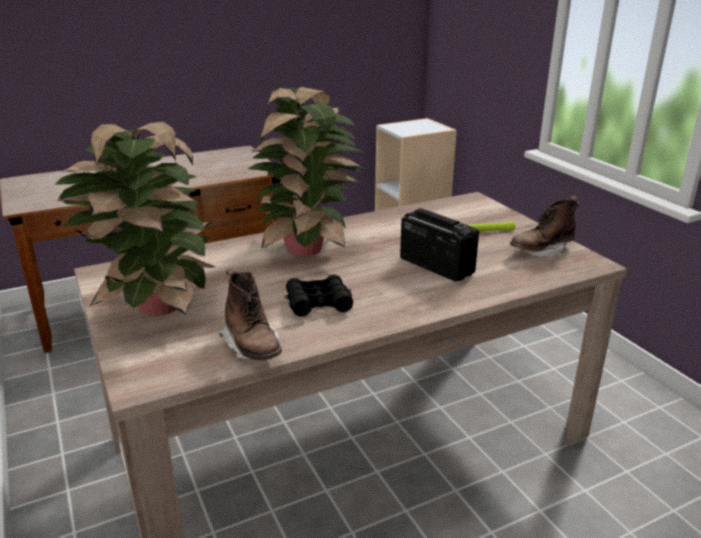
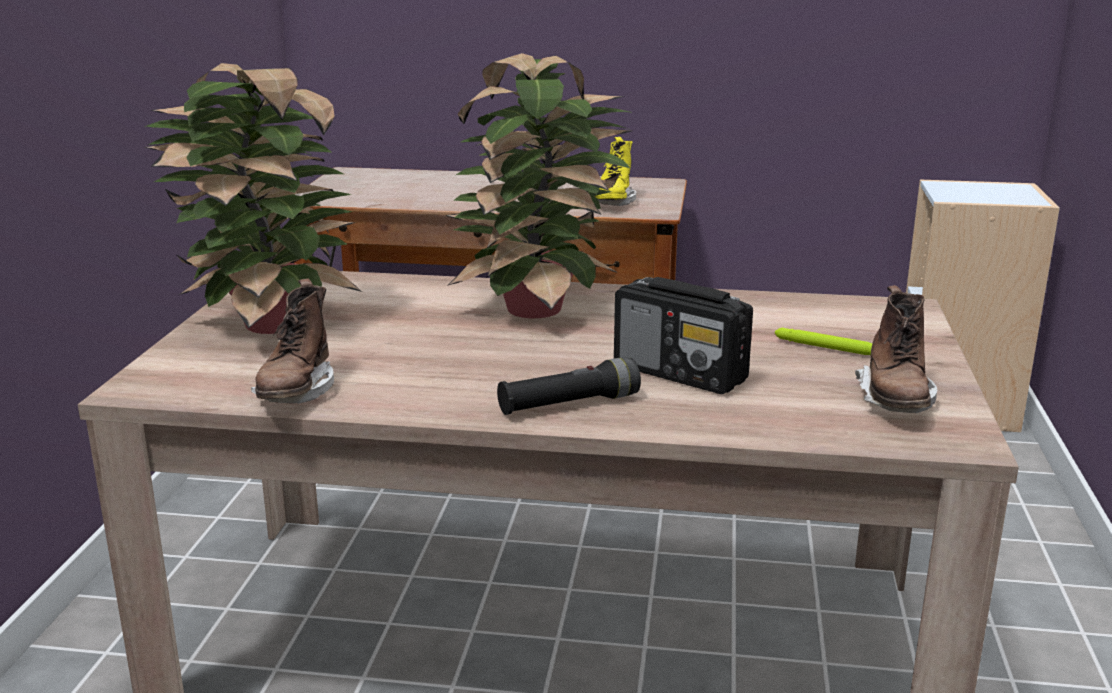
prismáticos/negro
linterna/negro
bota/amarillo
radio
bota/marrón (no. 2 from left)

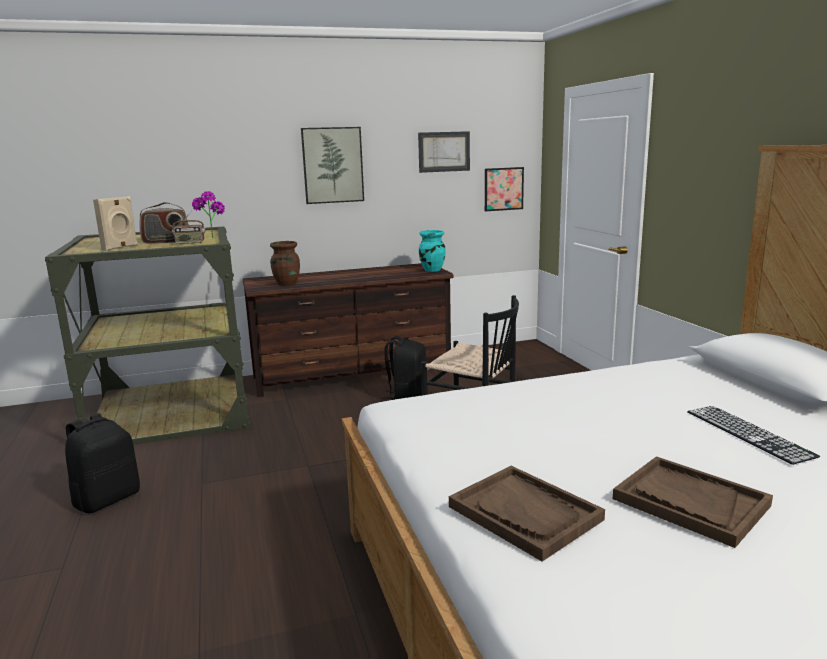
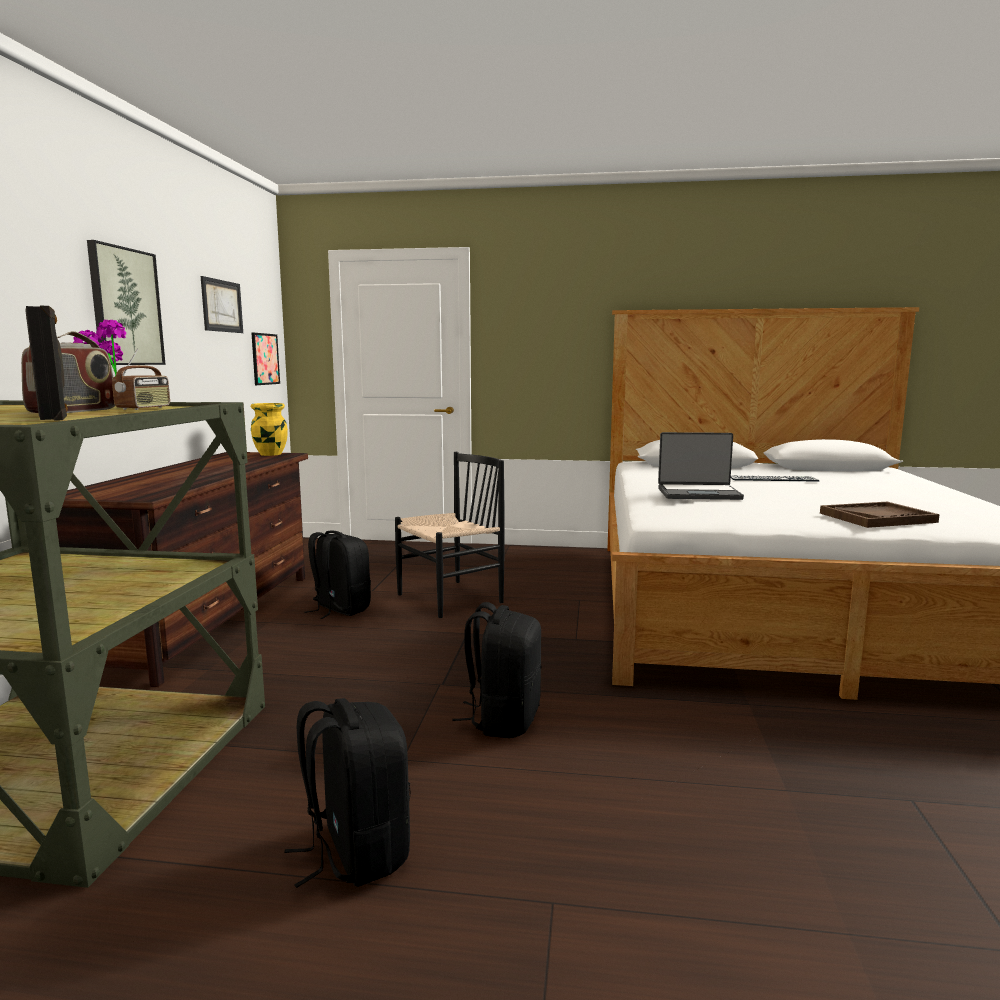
florero/marrón
bandeja/marrón (no. 2 from left in the first image)
mochila/negro (no. 3 from left)
portátil
altavoz/negro
florero/amarillo

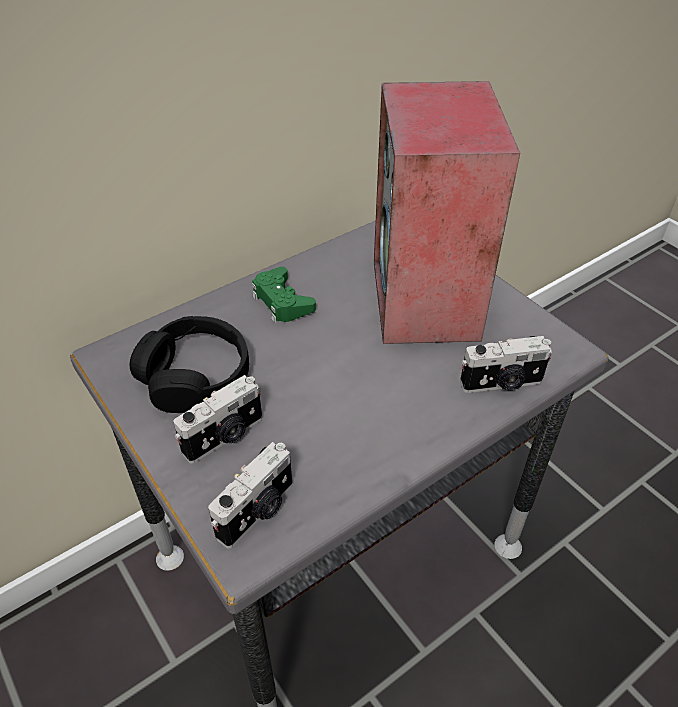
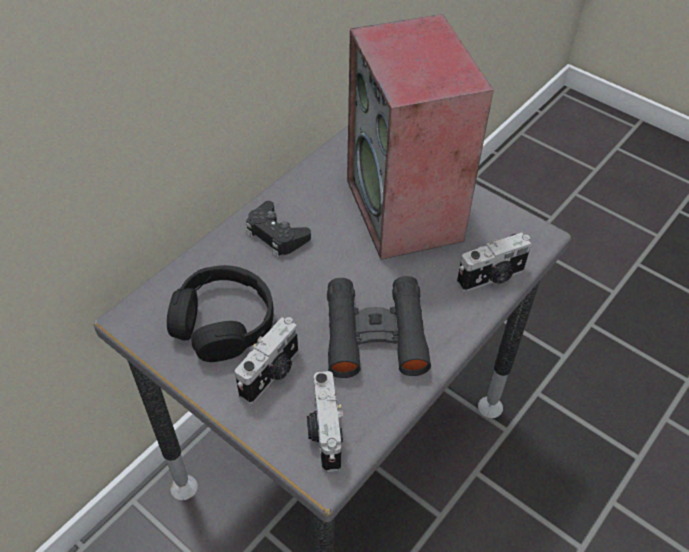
prismáticos/negro
mando de consola/negro
cámara (no. 2 from left)

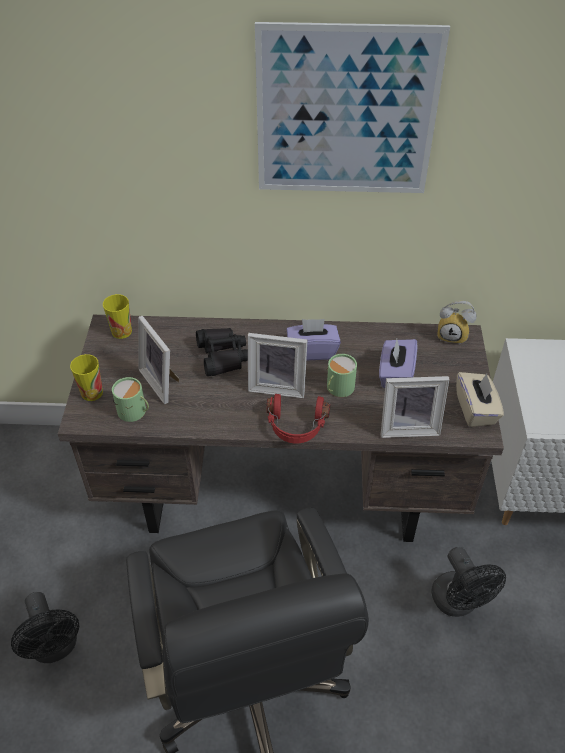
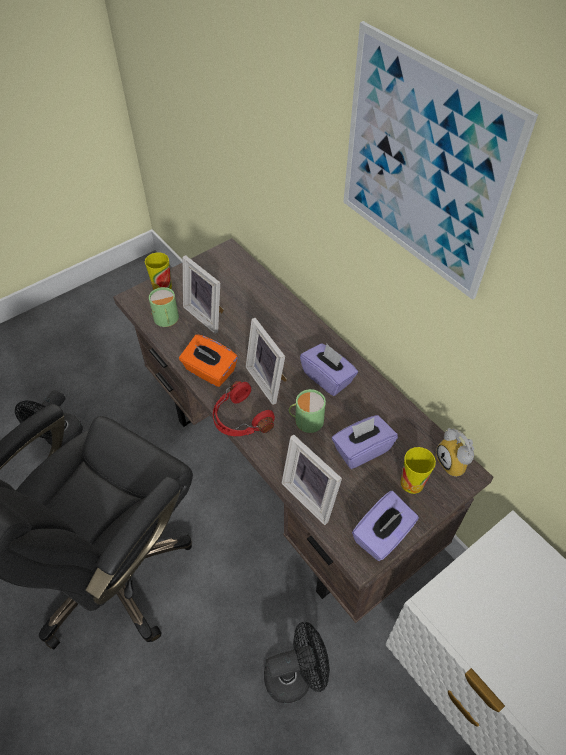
prismáticos/negro
caja de pañuelos/naranja
taza (no. 2 from left)
caja de pañuelos/morado (no. 3 from left)
portarretratos (no. 1 from left)
ventilador/negro (no. 2 from left)

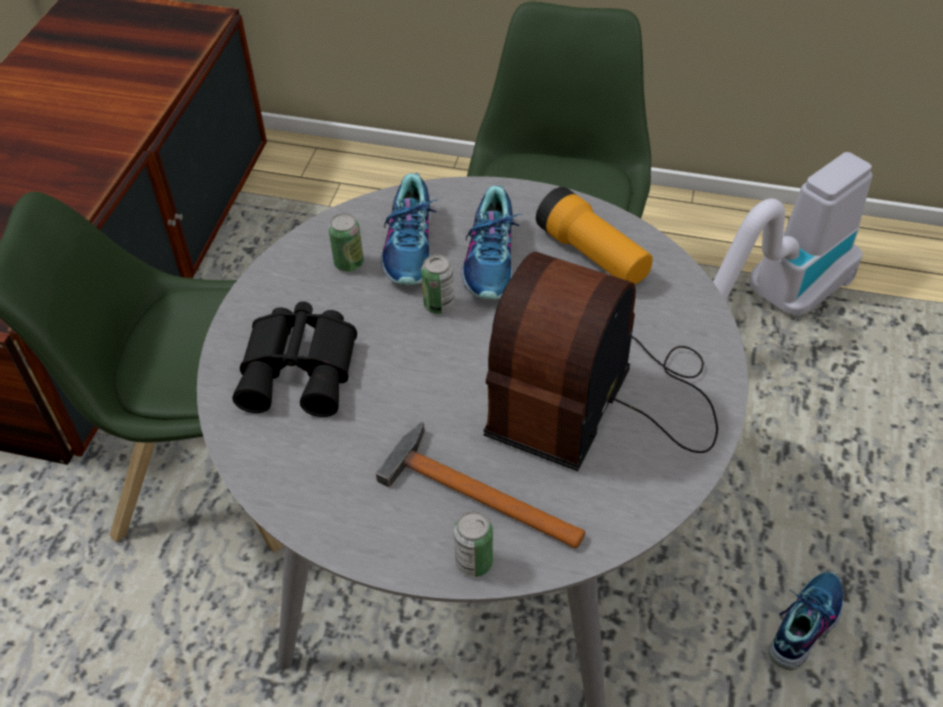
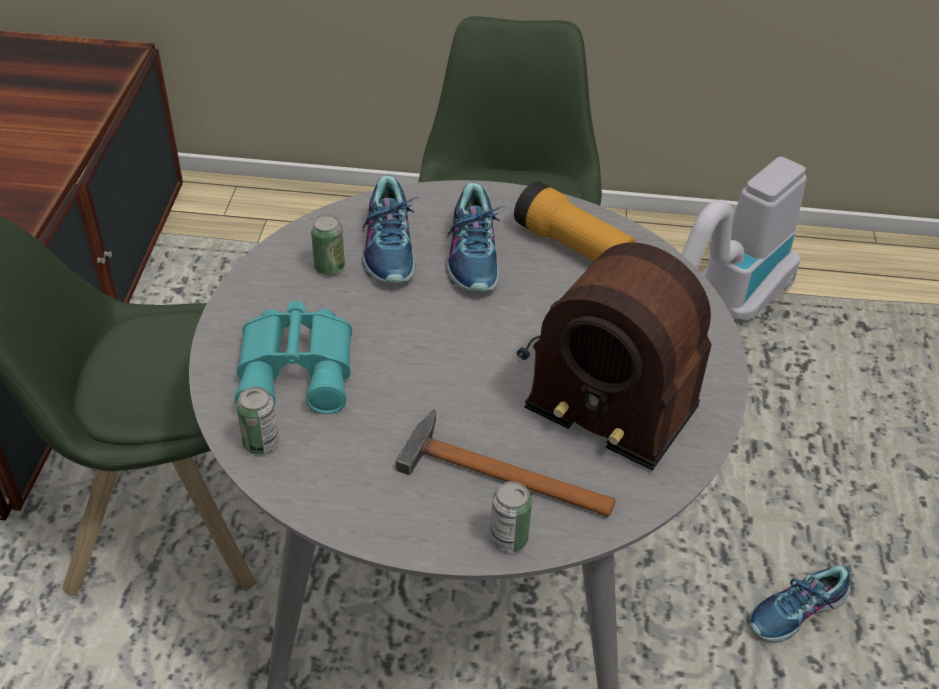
lata (no. 1 from left)
prismáticos/turquesa
radio
zapato (no. 3 from left)

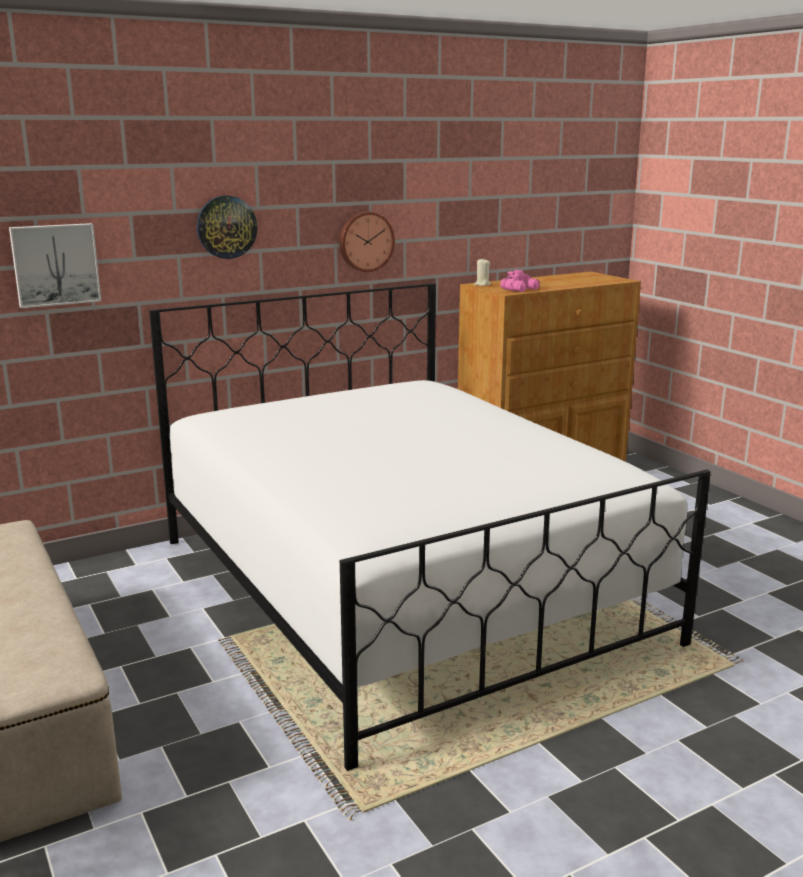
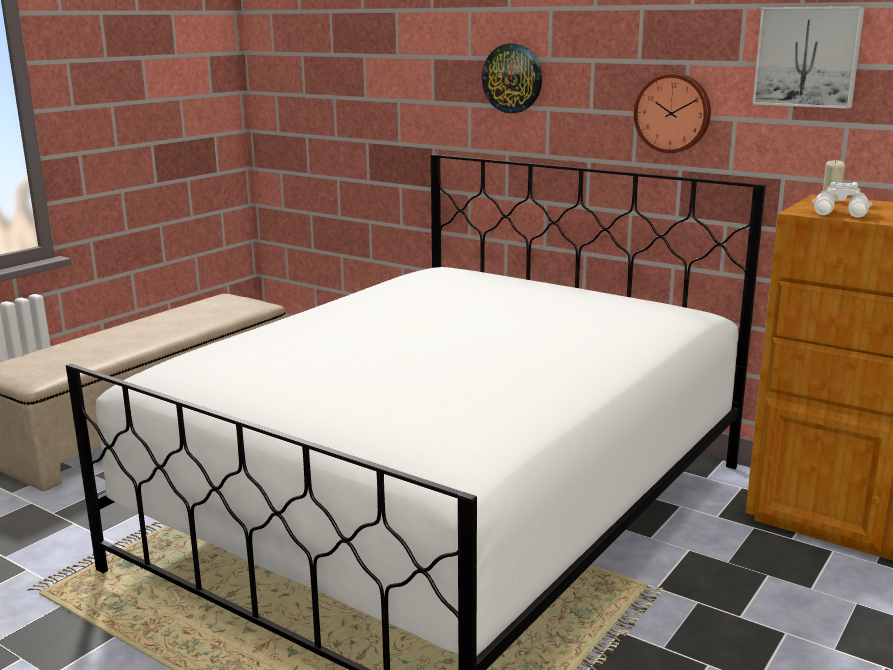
cuadro
prismáticos/blanco

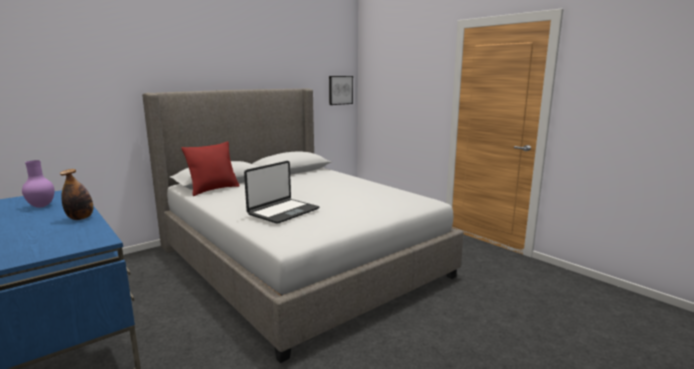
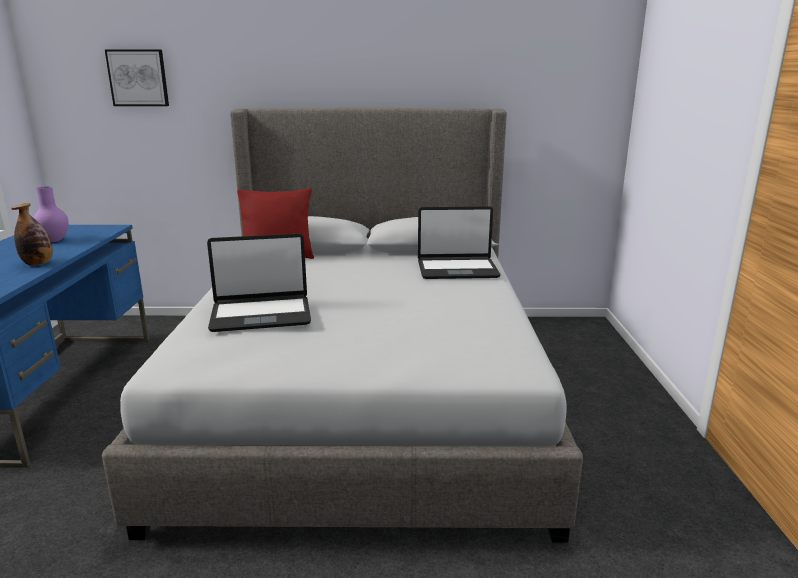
portátil (no. 2 from left)
cuadro

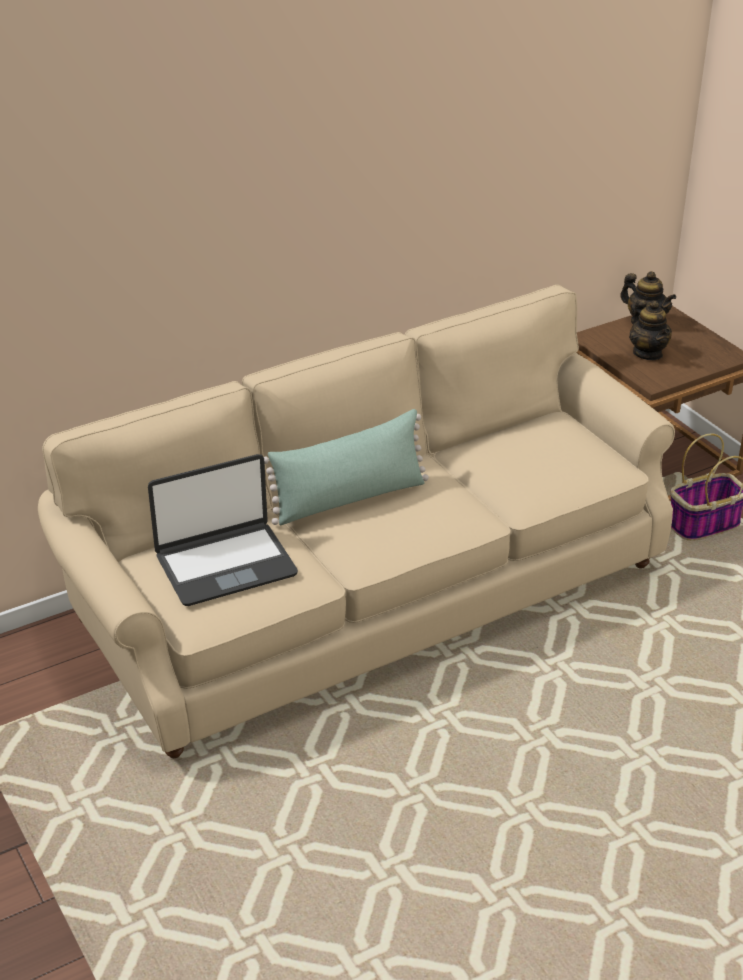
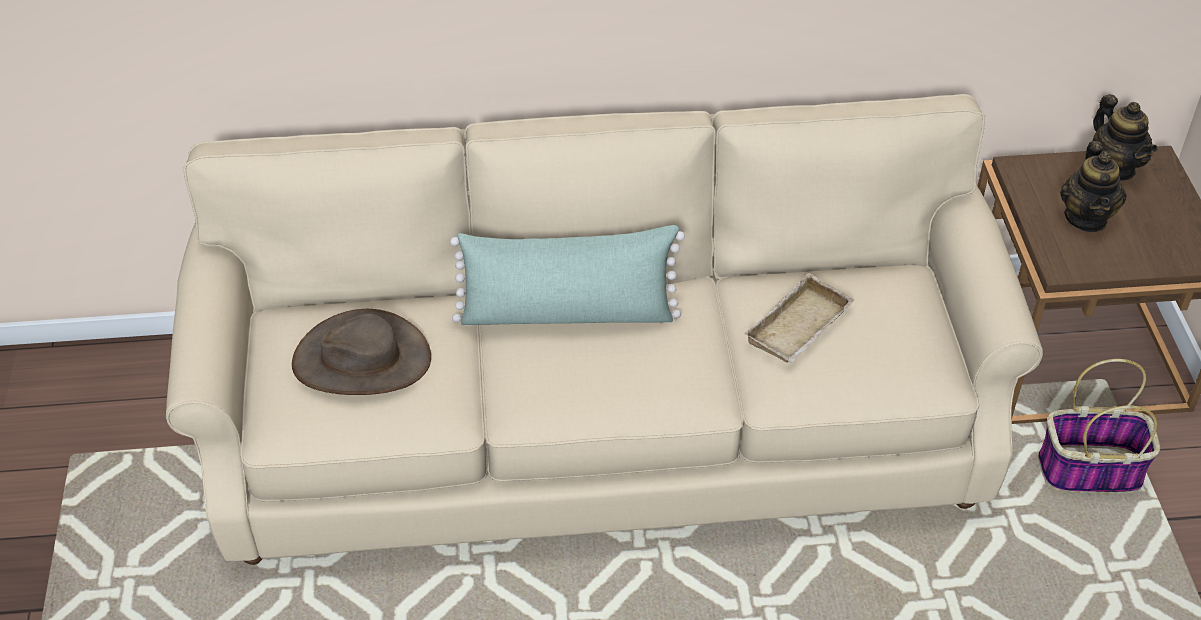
bandeja/beis
sombrero/marrón

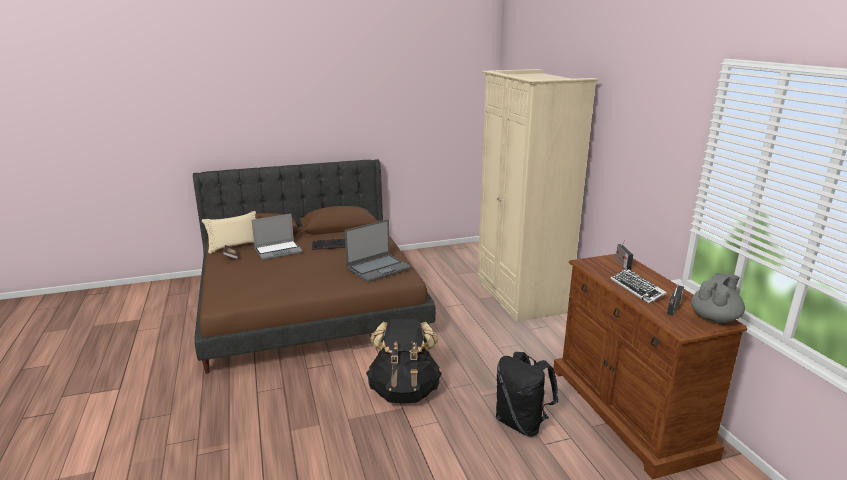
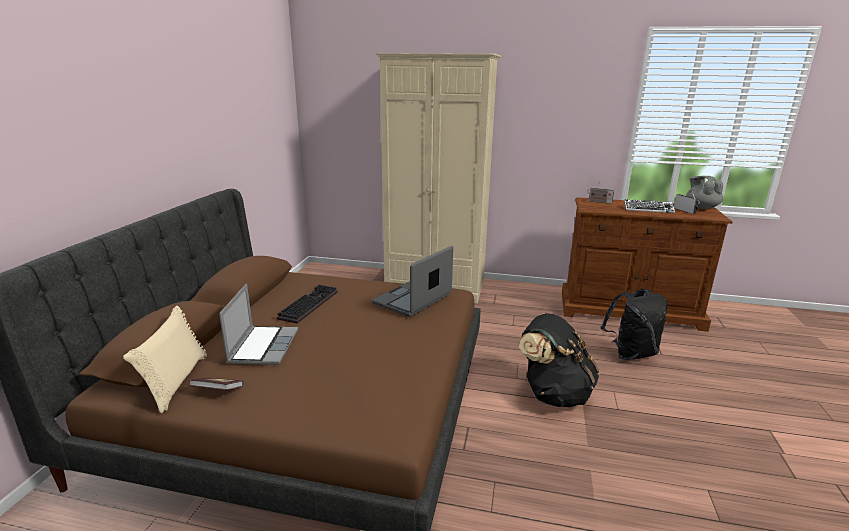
portátil (no. 2 from left)

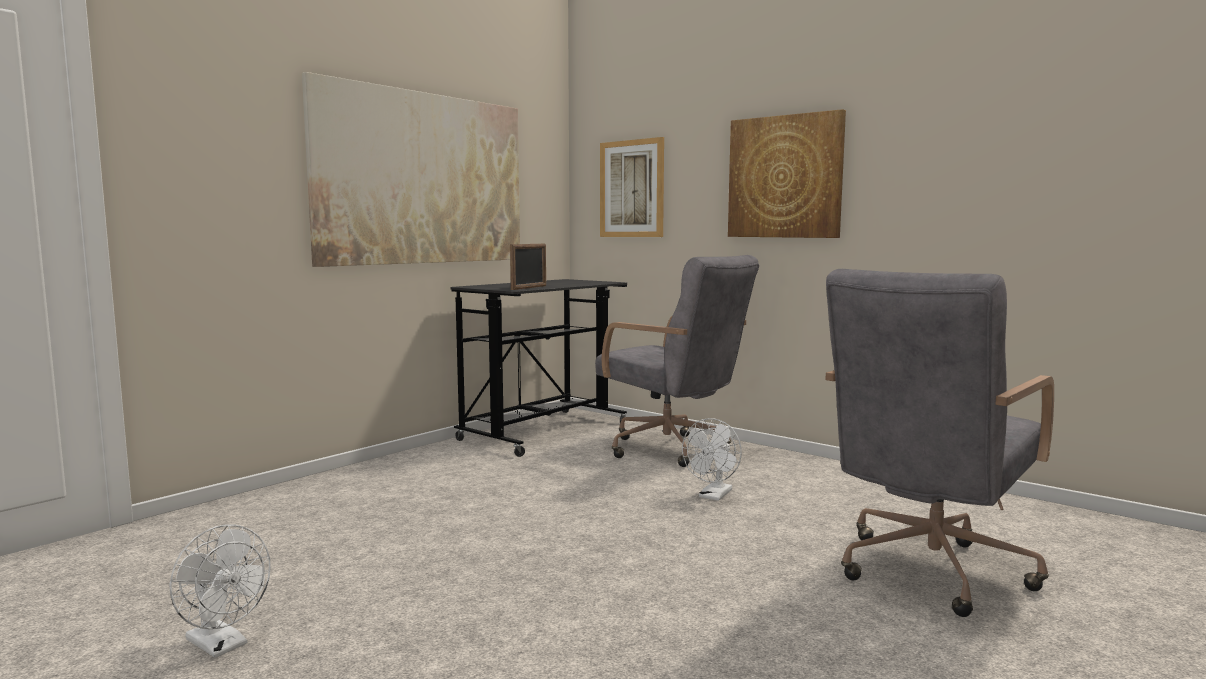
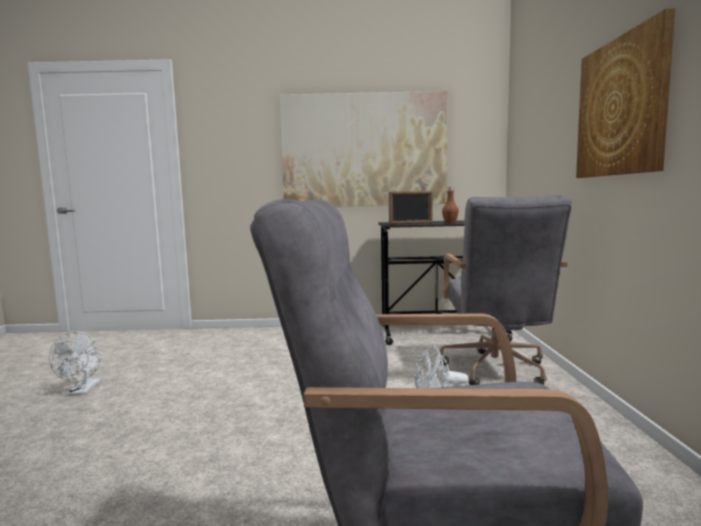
cuadro (no. 2 from left in the first image)
botella/marrón

